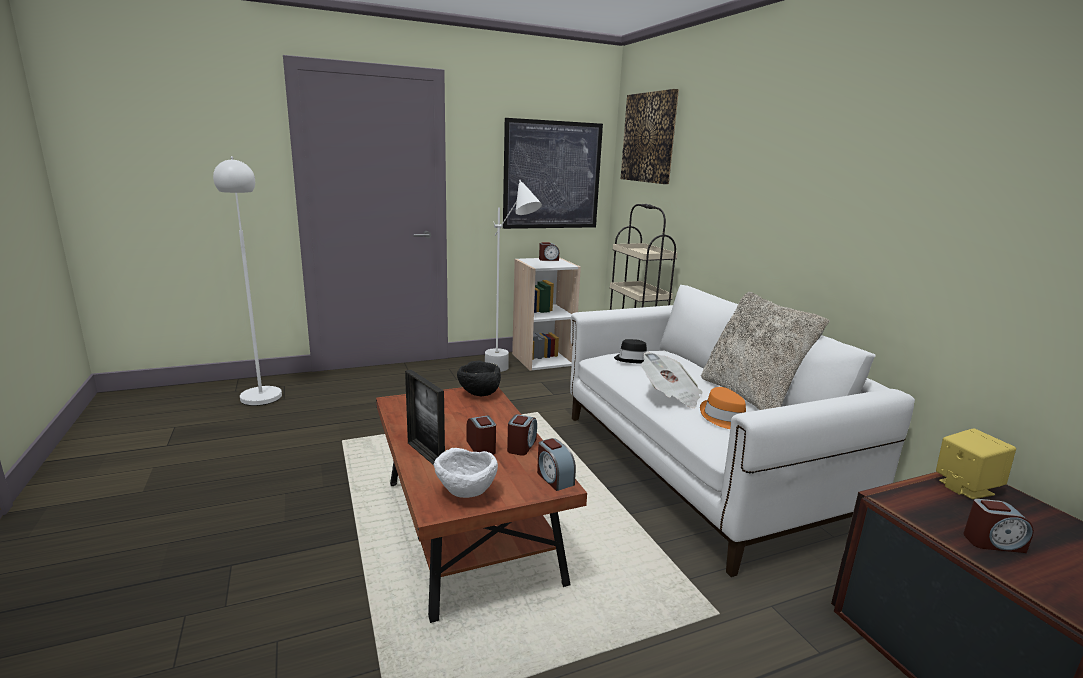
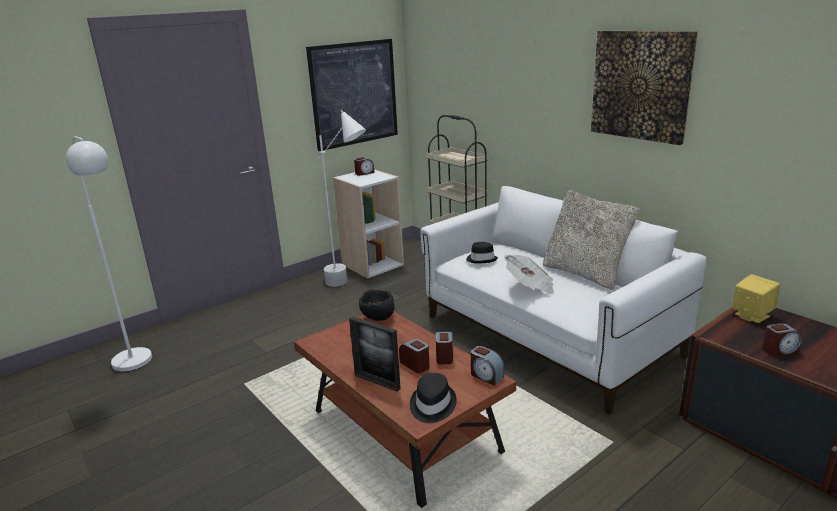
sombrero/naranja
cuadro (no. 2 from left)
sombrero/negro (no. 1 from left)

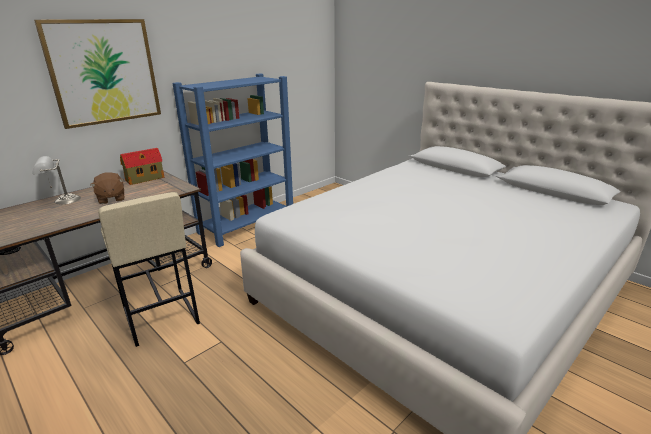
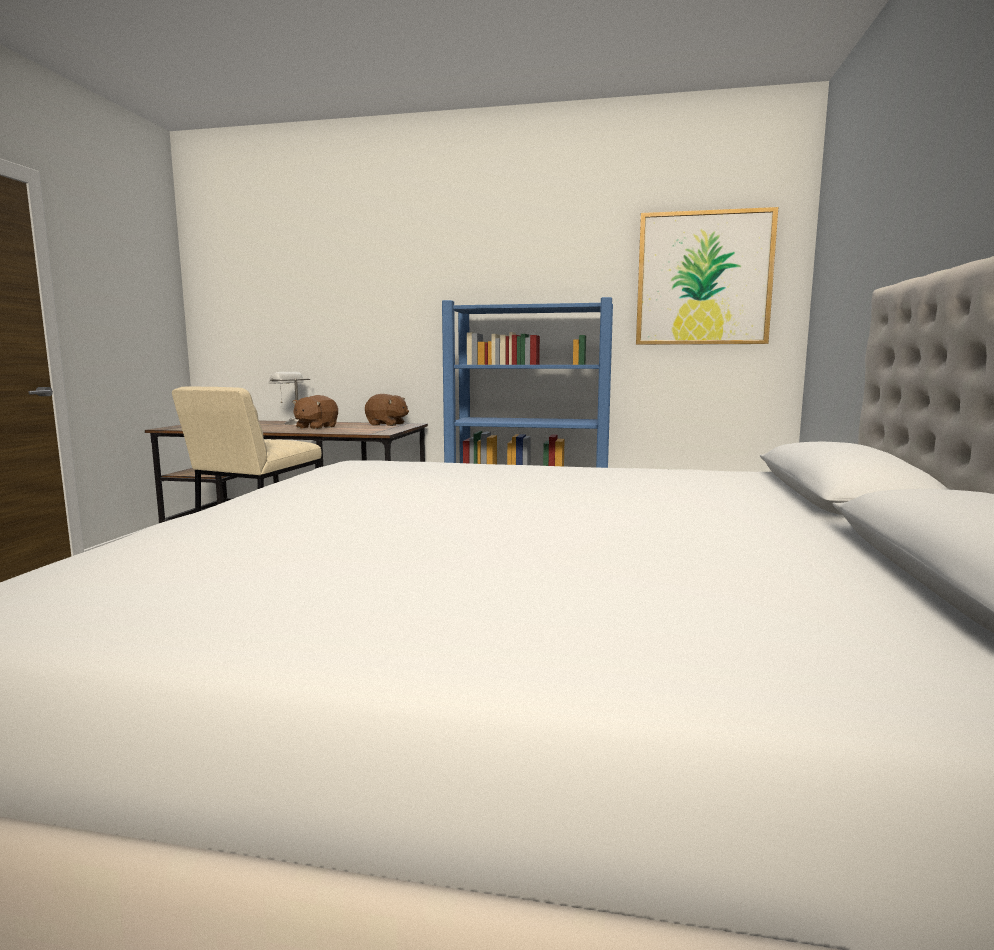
cuadro
peluche/marrón (no. 2 from left)

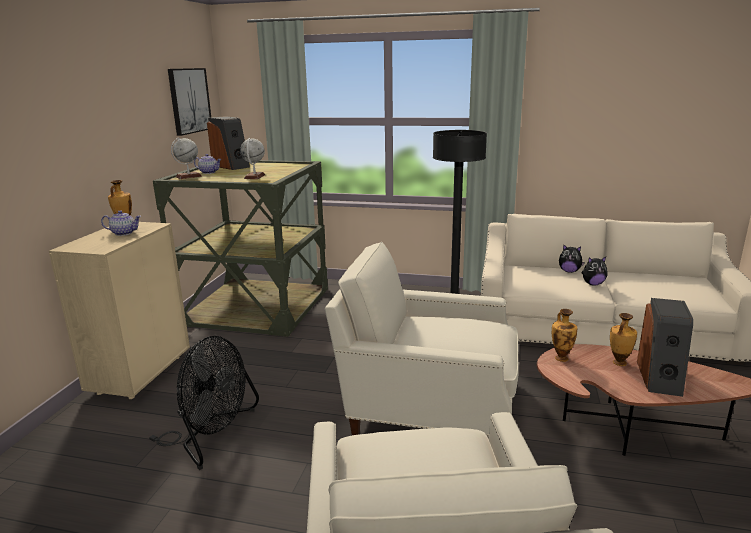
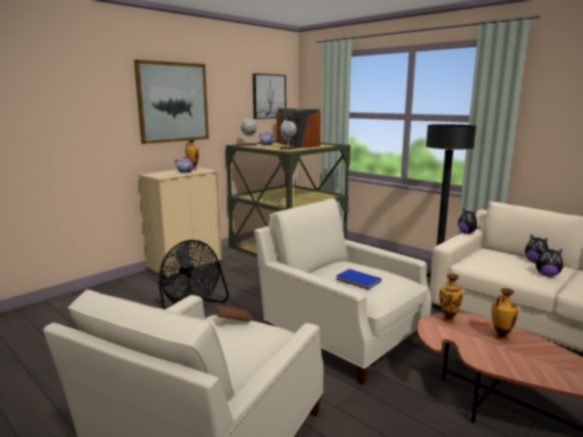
cuadro (no. 1 from left)
libro/marrón
libro/azul
peluche (no. 1 from left)
altavoz (no. 2 from left)

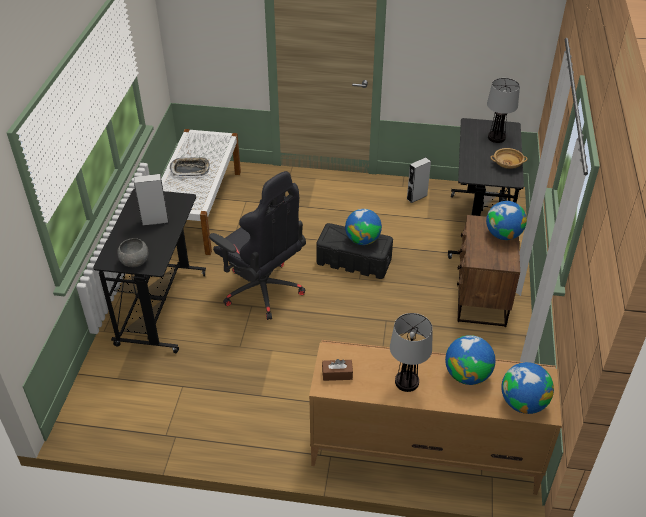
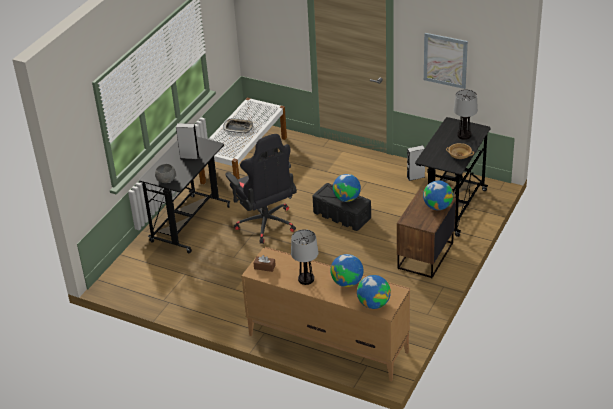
cuadro

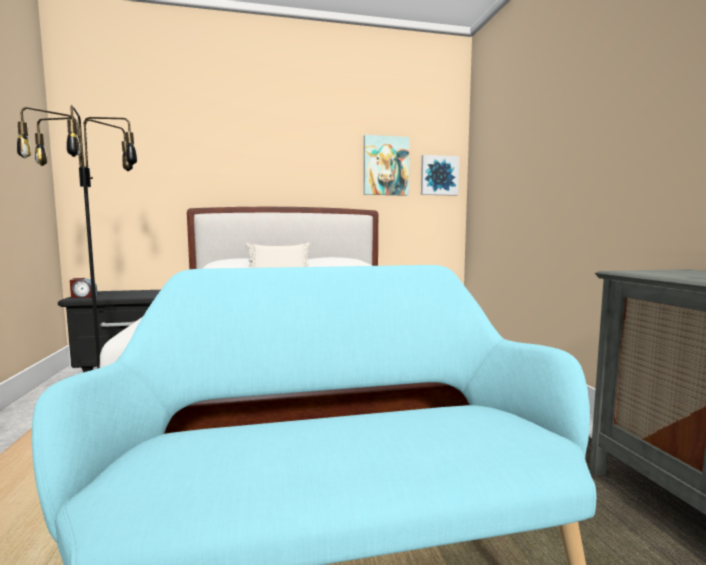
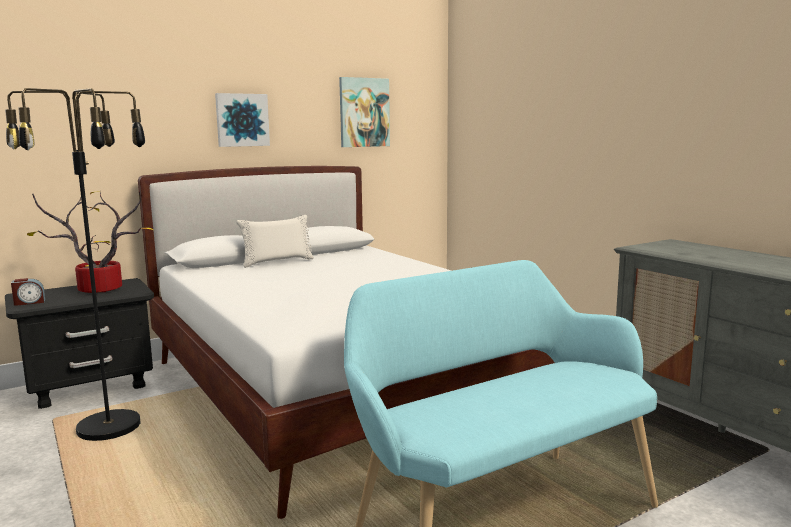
planta en maceta
cuadro (no. 1 from left)

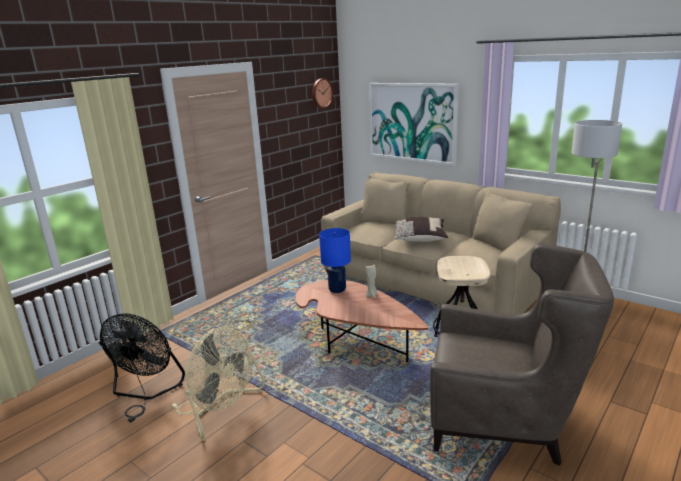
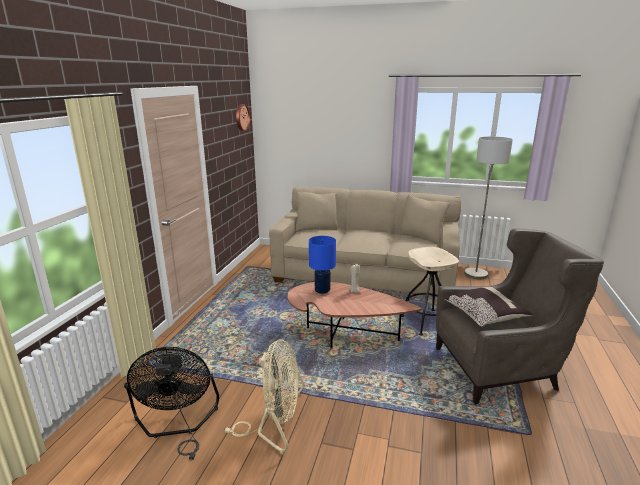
cuadro
cojín

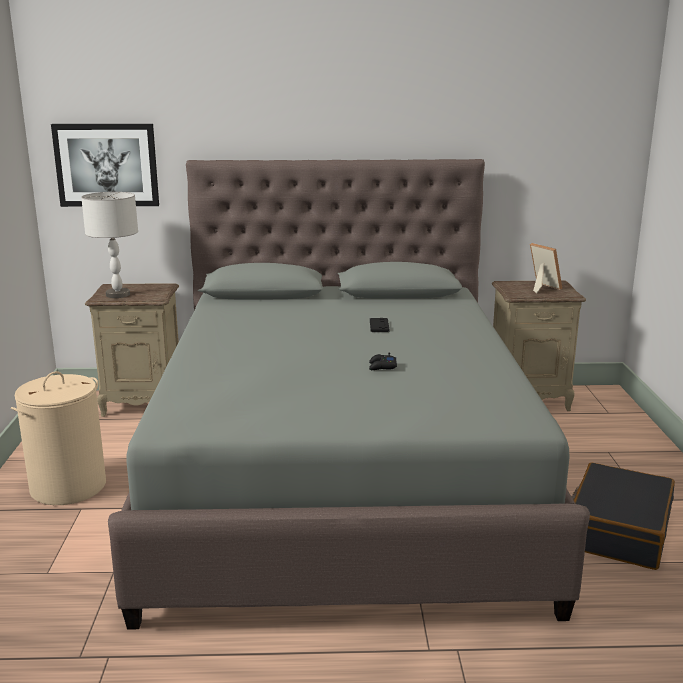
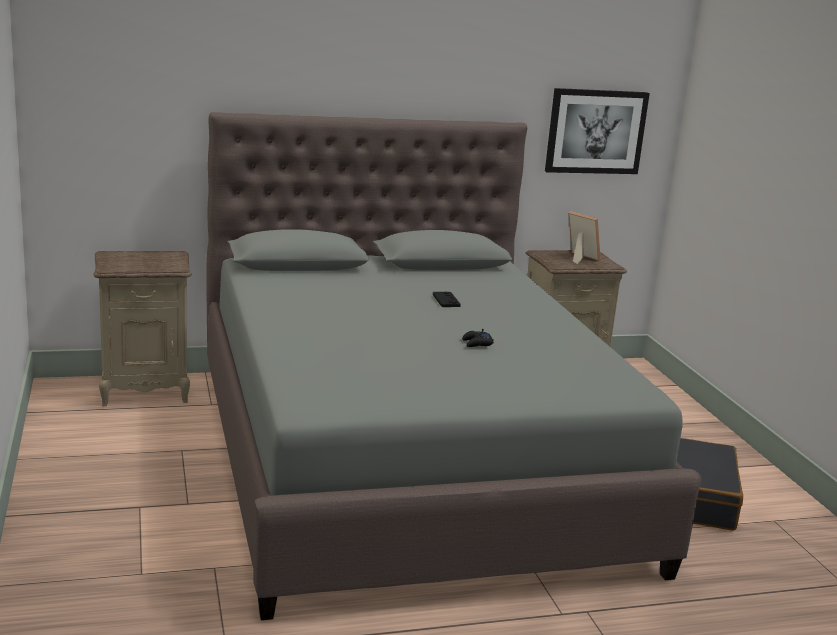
cesto de la ropa/beis
lámpara de mesa/gris
cuadro

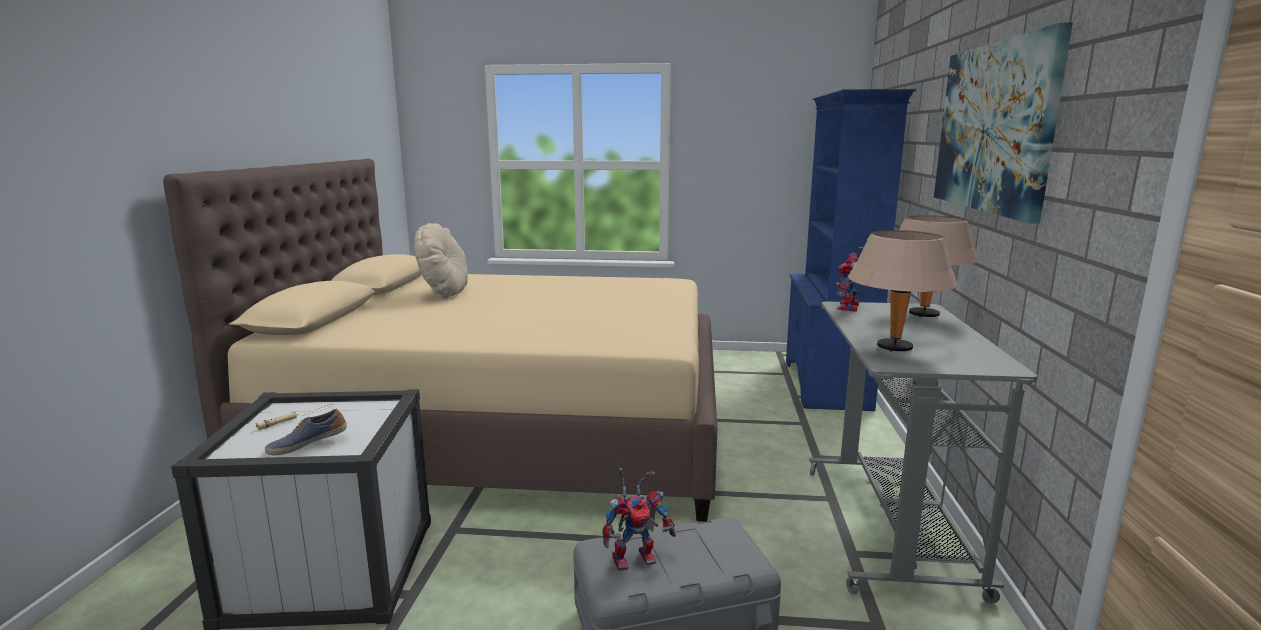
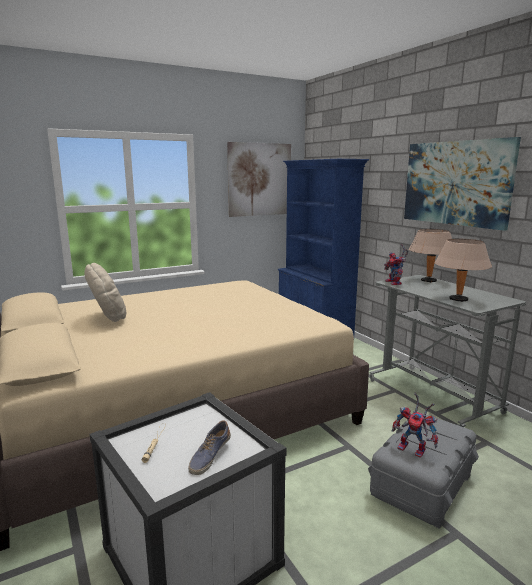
cuadro (no. 1 from left)
robot de juguete (no. 2 from left)

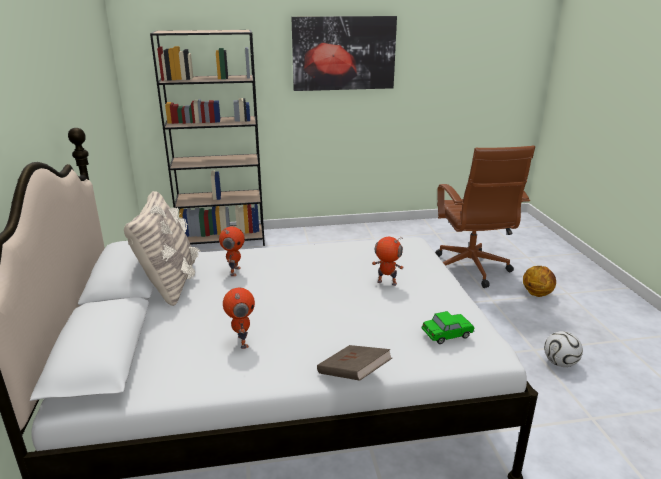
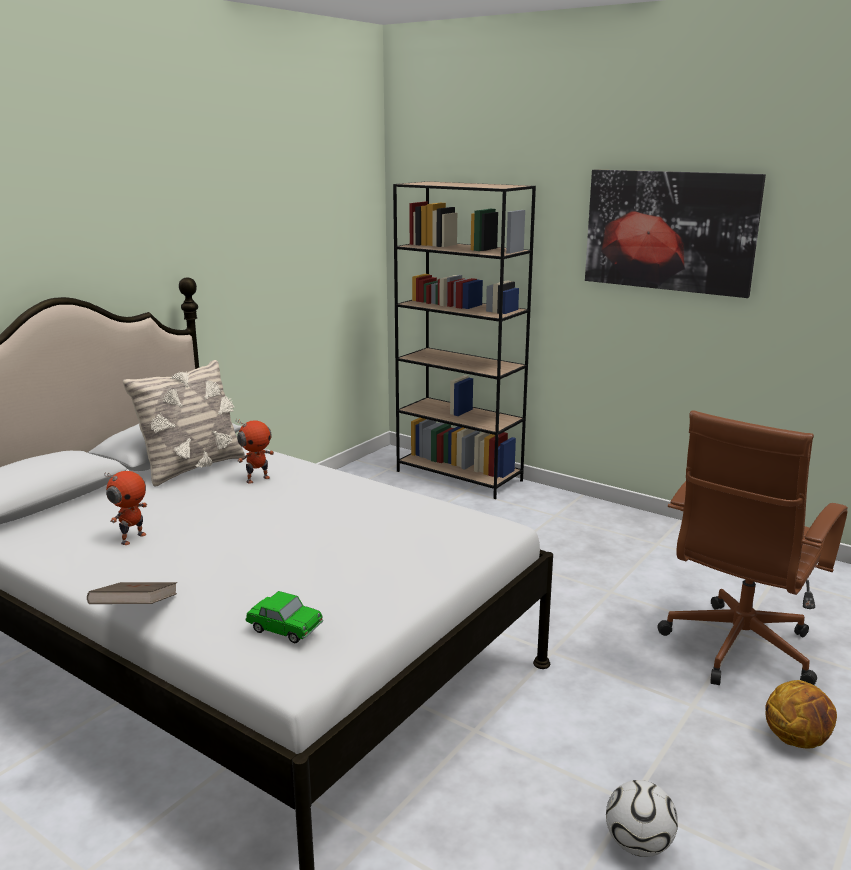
robot de juguete (no. 3 from left in the first image)

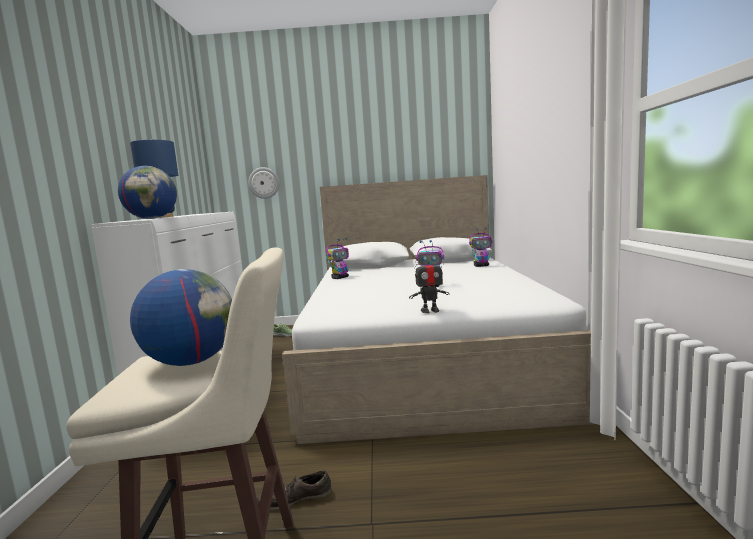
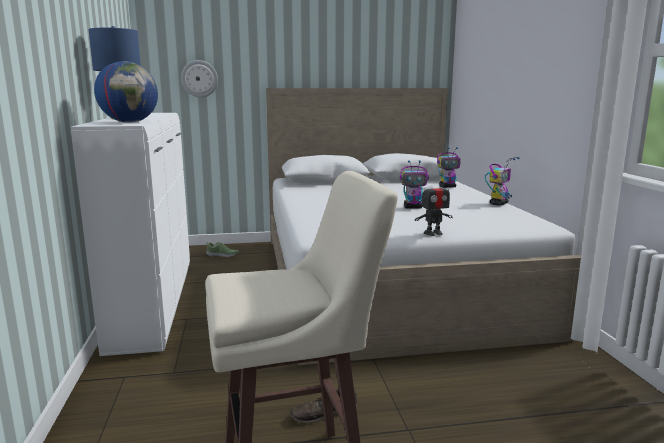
globo terráqueo (no. 2 from left in the first image)
robot de juguete (no. 4 from left)

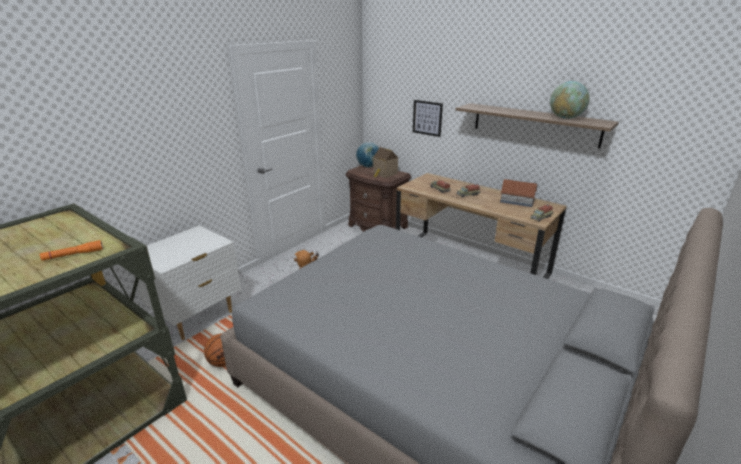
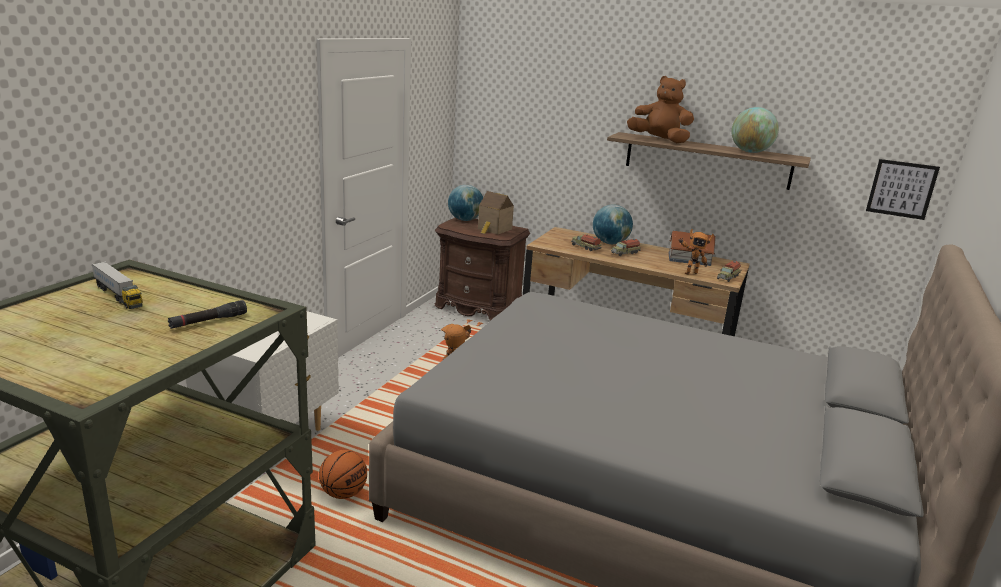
camión de juguete (no. 1 from left)
globo terráqueo (no. 2 from left)
peluche/marrón
robot de juguete (no. 2 from left)
cuadro
linterna/negro

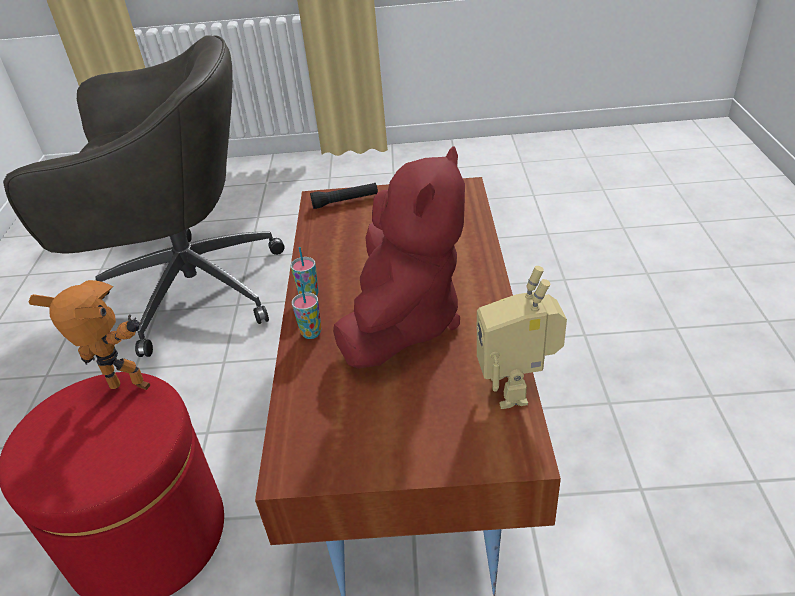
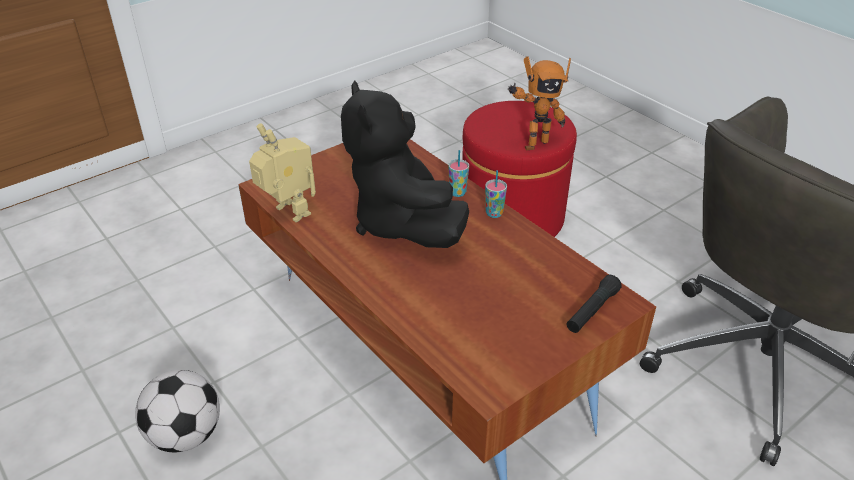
balón de fútbol
peluche/negro

